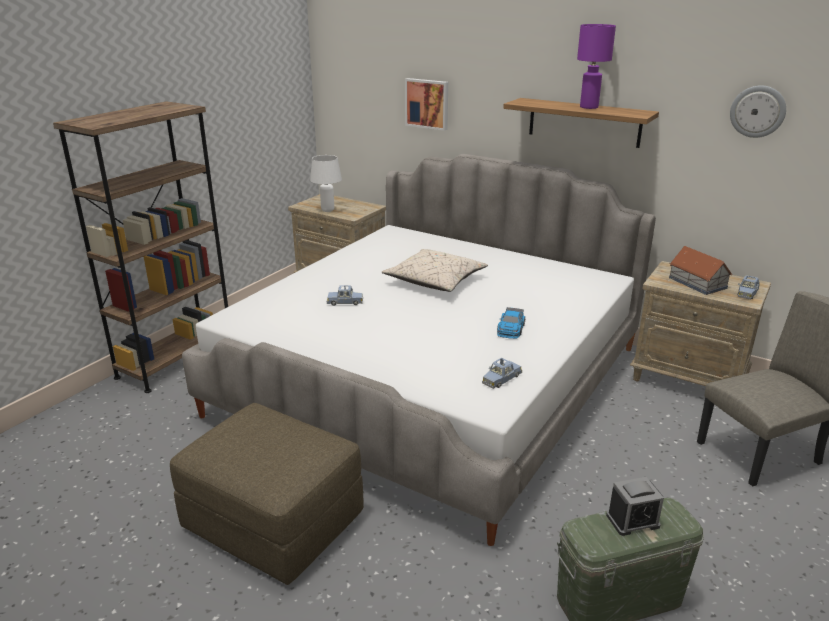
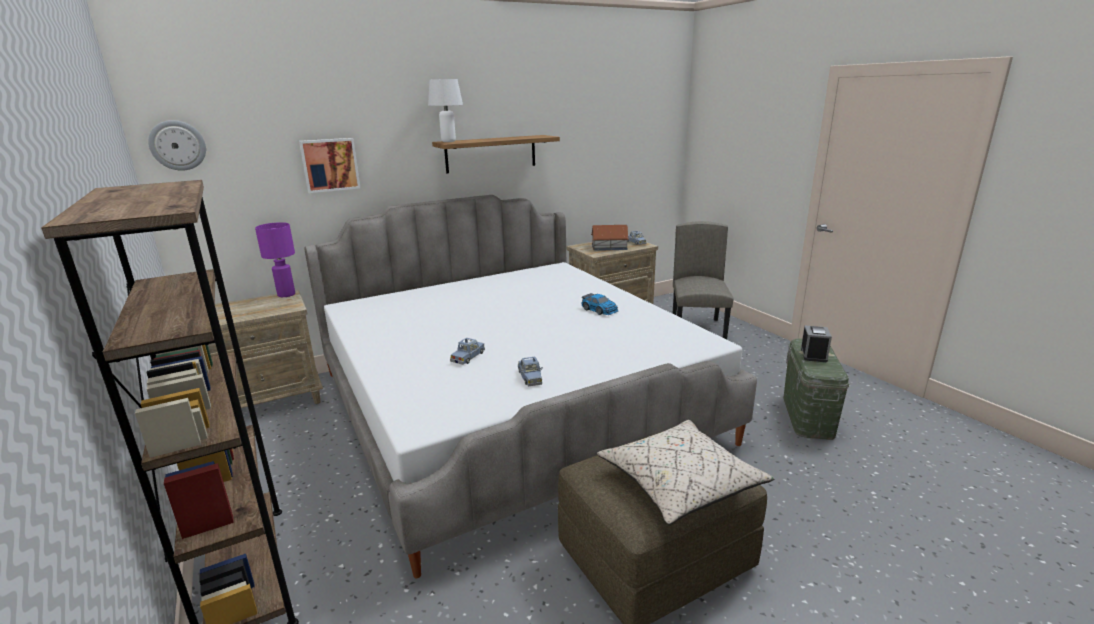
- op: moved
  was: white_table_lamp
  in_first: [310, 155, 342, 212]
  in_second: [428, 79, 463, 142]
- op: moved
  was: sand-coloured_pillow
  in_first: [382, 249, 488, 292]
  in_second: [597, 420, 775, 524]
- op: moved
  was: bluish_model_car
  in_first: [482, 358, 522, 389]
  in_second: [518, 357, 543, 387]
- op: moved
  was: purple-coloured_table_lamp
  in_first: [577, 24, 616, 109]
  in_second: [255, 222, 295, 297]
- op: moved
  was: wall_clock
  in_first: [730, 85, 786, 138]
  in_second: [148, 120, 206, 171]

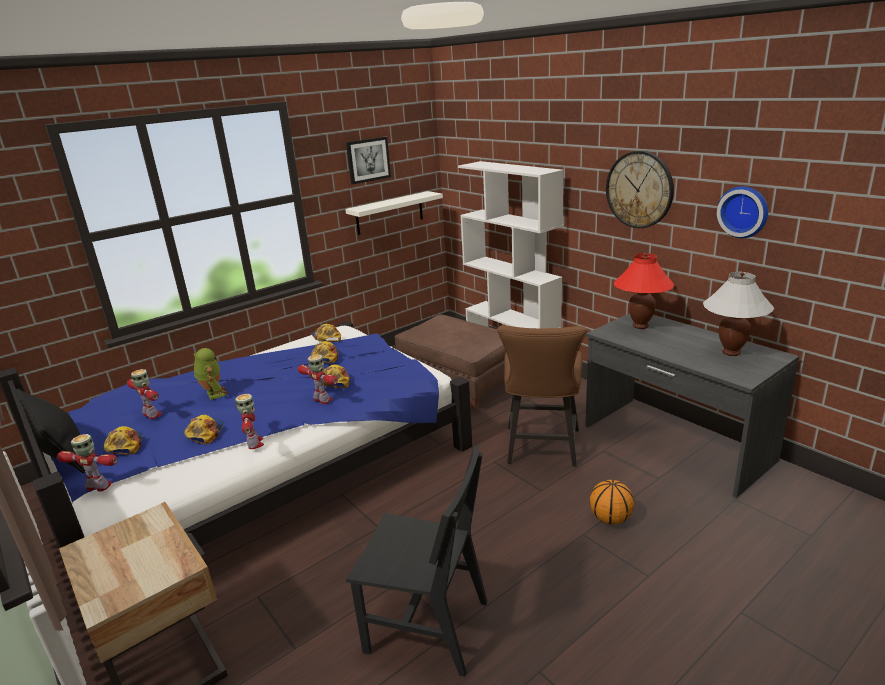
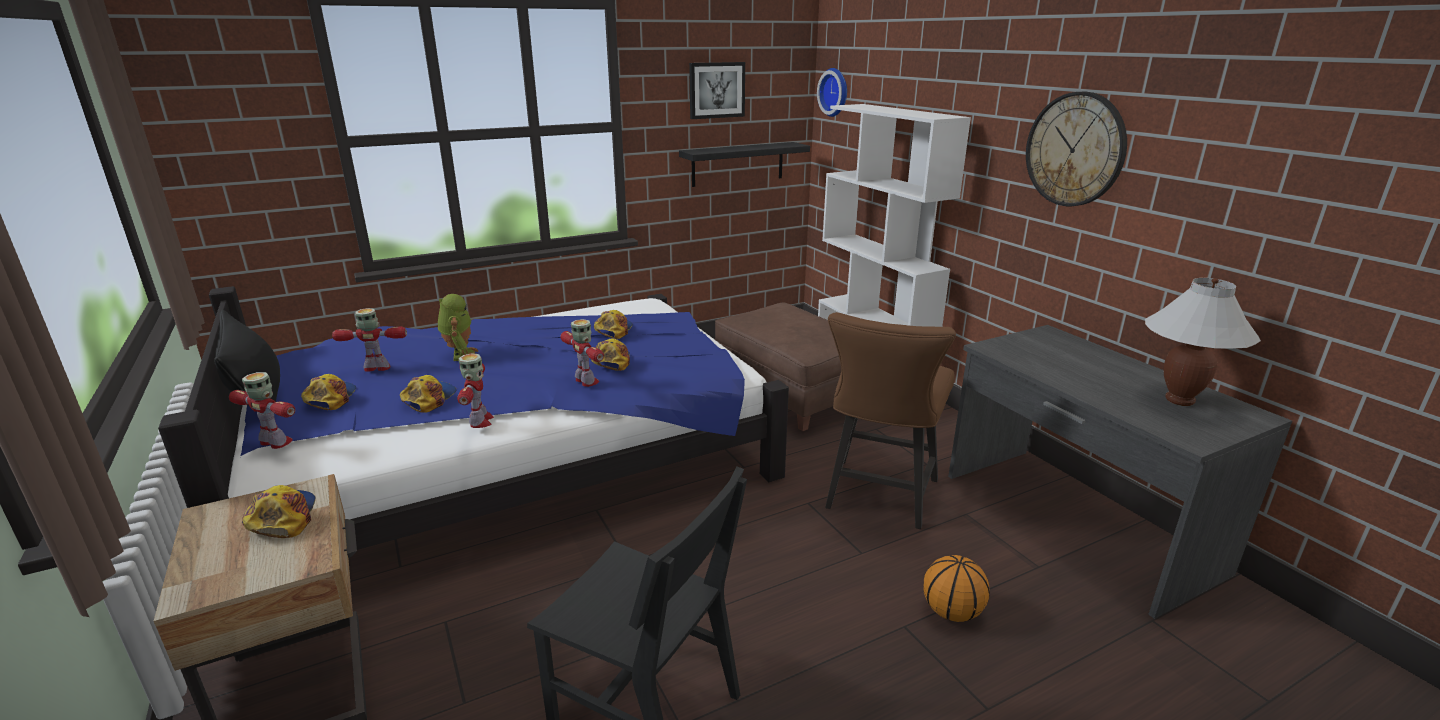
- op: removed
  was: reddish_table_lamp
  in_first: [614, 253, 674, 329]
- op: moved
  was: peaked_cap
  in_first: [312, 324, 341, 342]
  in_second: [242, 485, 316, 538]
- op: moved
  was: wall_clock
  in_first: [717, 186, 768, 238]
  in_second: [817, 68, 847, 117]
- op: recoloured
  was: white_wall_shelf
  now: black_wall_shelf
  in_first: [345, 191, 443, 235]
  in_second: [679, 142, 810, 187]
- op: turned
  was: model_robot
  in_first: [127, 369, 162, 419]
  in_second: [332, 308, 407, 372]
  clockwise: -60

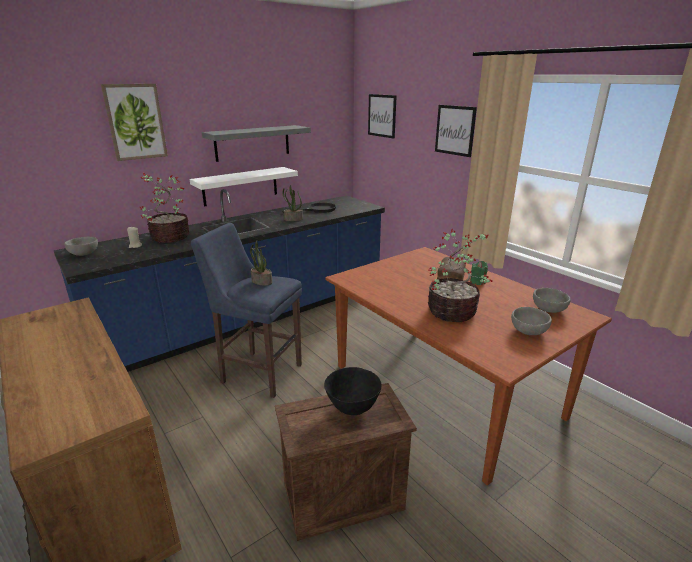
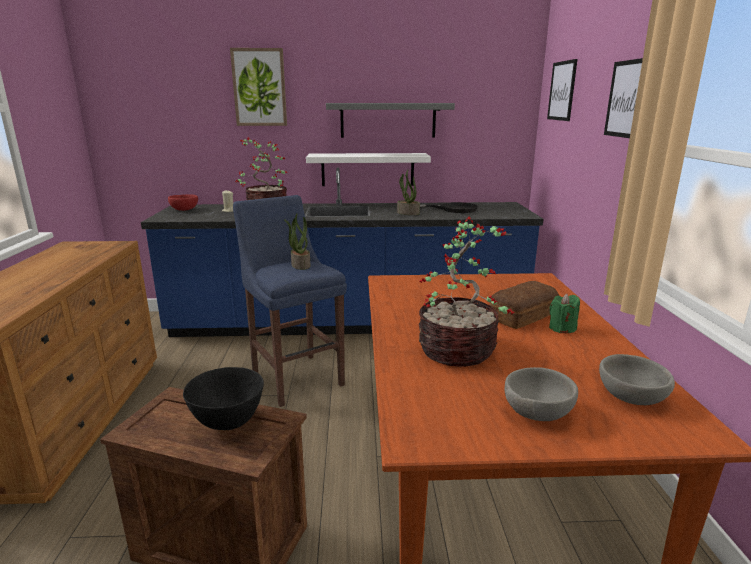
- op: recoloured
  was: greyish_deep_dish
  now: reddish_deep_dish
  in_first: [64, 237, 98, 256]
  in_second: [168, 194, 198, 211]

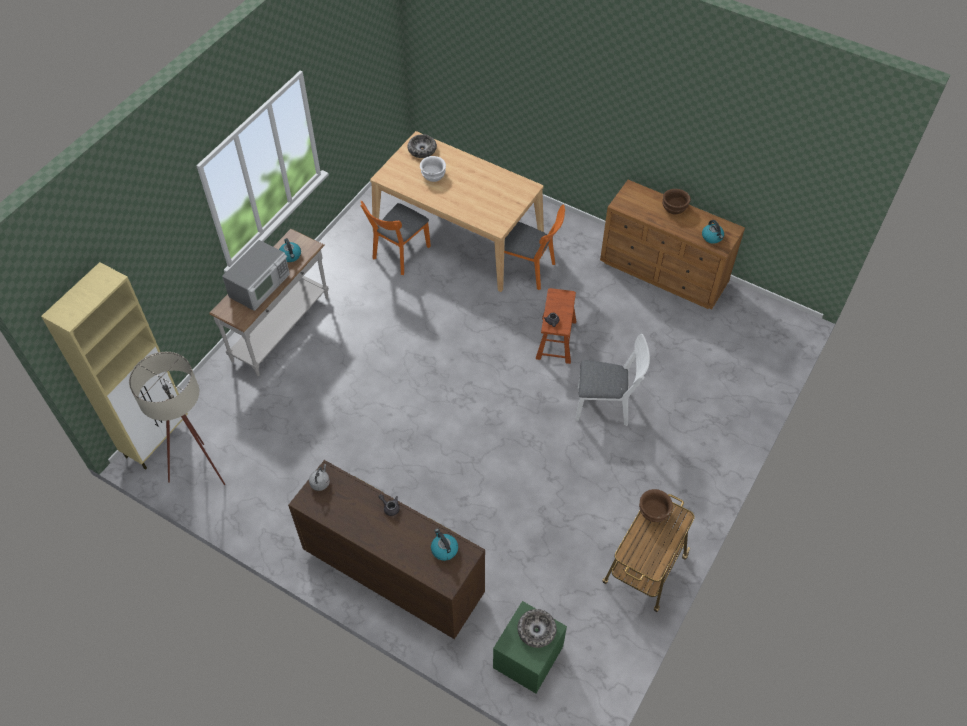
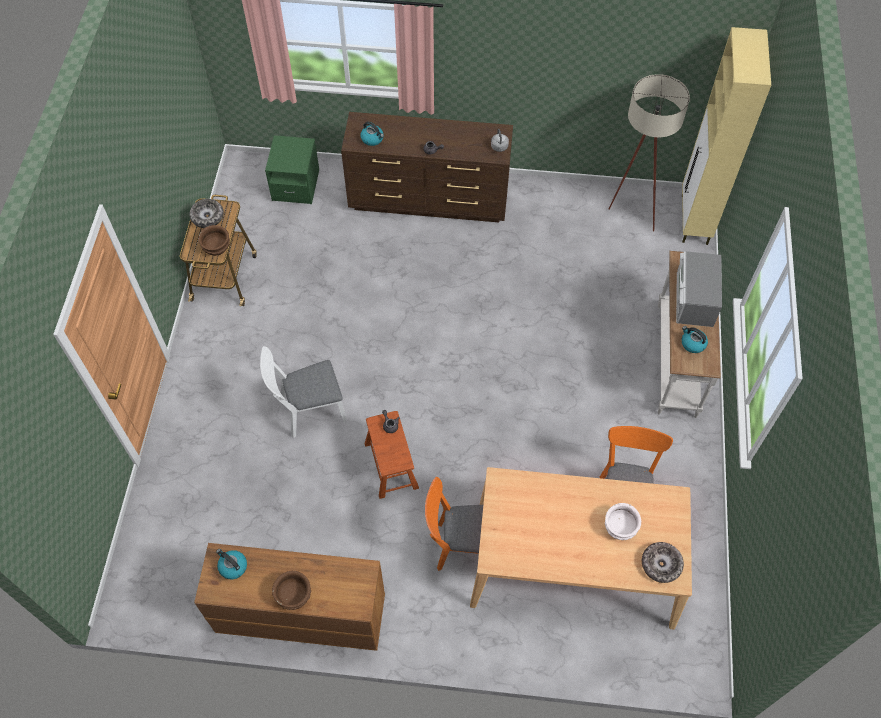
- op: moved
  was: deep_dish
  in_first: [517, 609, 557, 648]
  in_second: [189, 199, 224, 228]

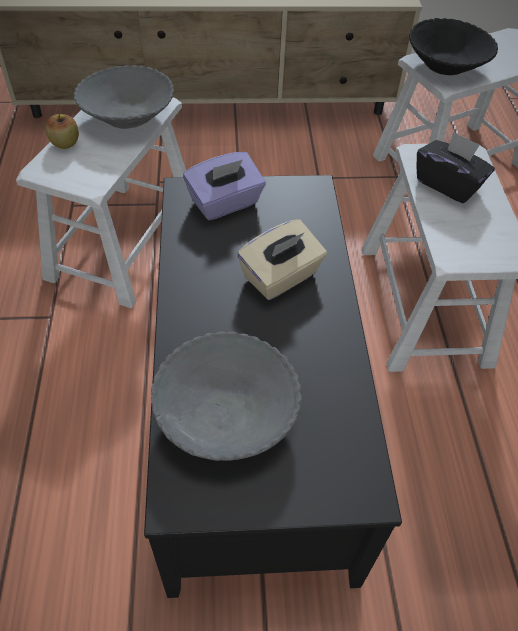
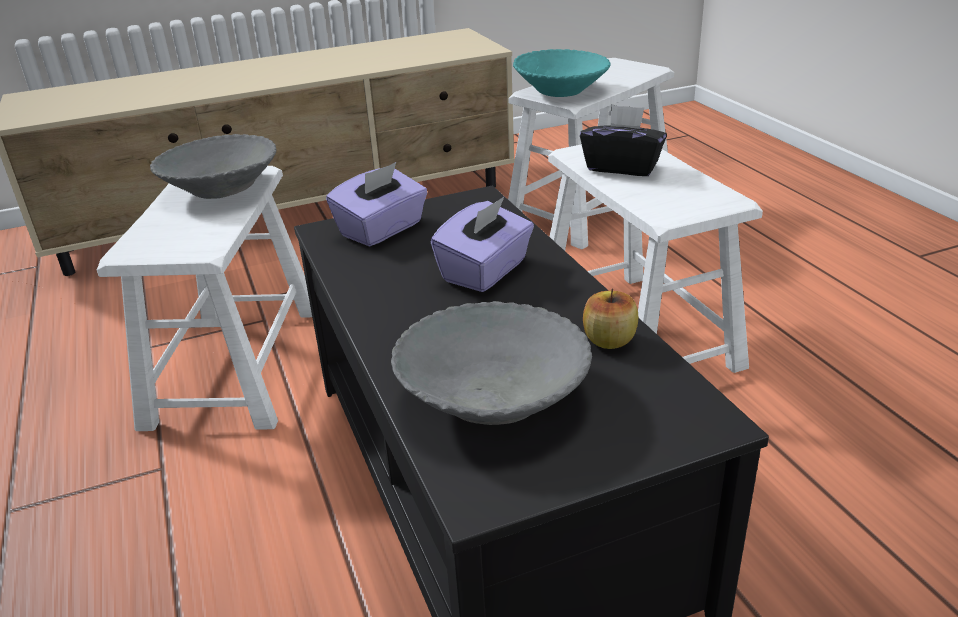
- op: moved
  was: apple_fruit
  in_first: [46, 114, 79, 149]
  in_second: [583, 289, 638, 349]
- op: recoloured
  was: sand-coloured_tissue_holder
  now: purple-coloured_tissue_holder
  in_first: [237, 219, 327, 300]
  in_second: [431, 196, 534, 292]
- op: recoloured
  was: black_deep_dish
  now: turquoise-coloured_deep_dish
  in_first: [409, 18, 498, 75]
  in_second: [513, 49, 610, 97]

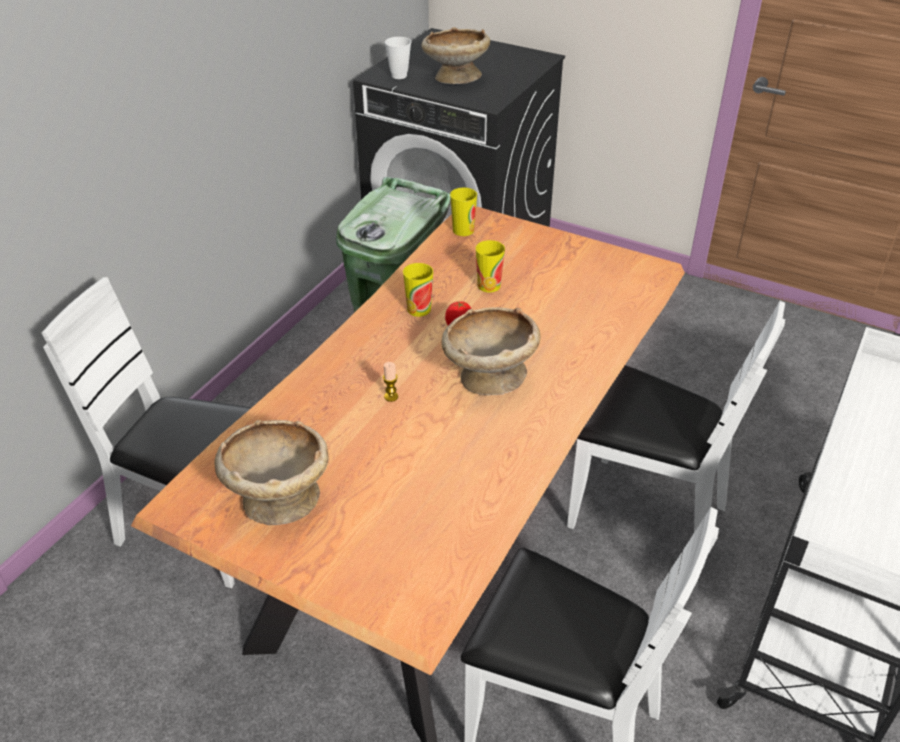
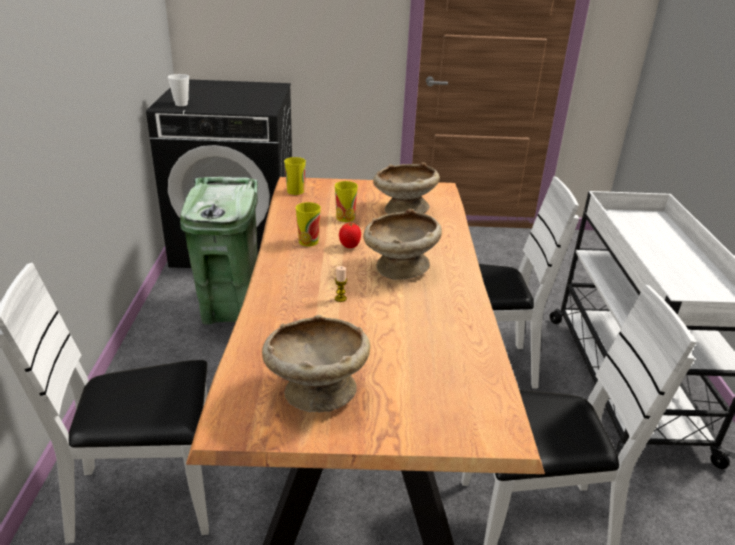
- op: moved
  was: sand-coloured_deep_dish
  in_first: [421, 27, 490, 84]
  in_second: [373, 162, 440, 214]

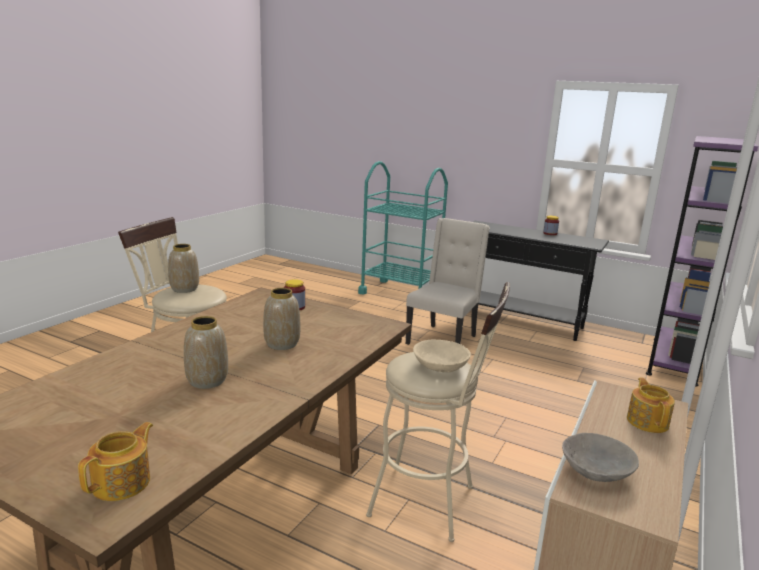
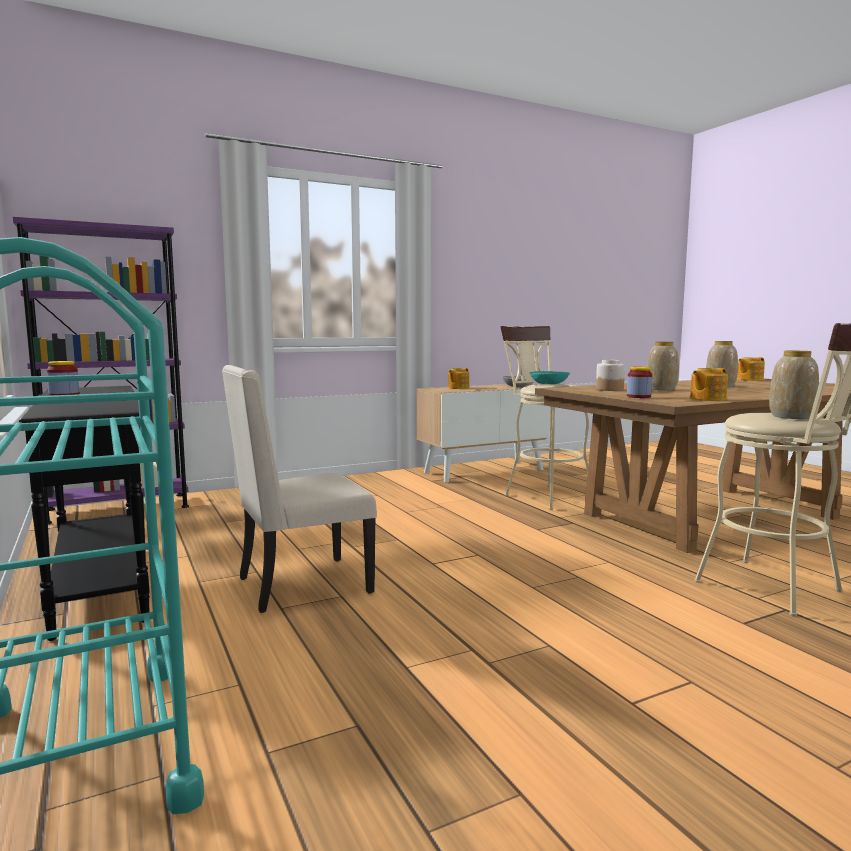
- op: added
  now: storage_jar
  in_second: [596, 360, 625, 391]
- op: added
  now: teapot
  in_second: [690, 368, 728, 401]
- op: recoloured
  was: sand-coloured_deep_dish
  now: turquoise-coloured_deep_dish
  in_first: [413, 340, 471, 372]
  in_second: [529, 371, 570, 384]

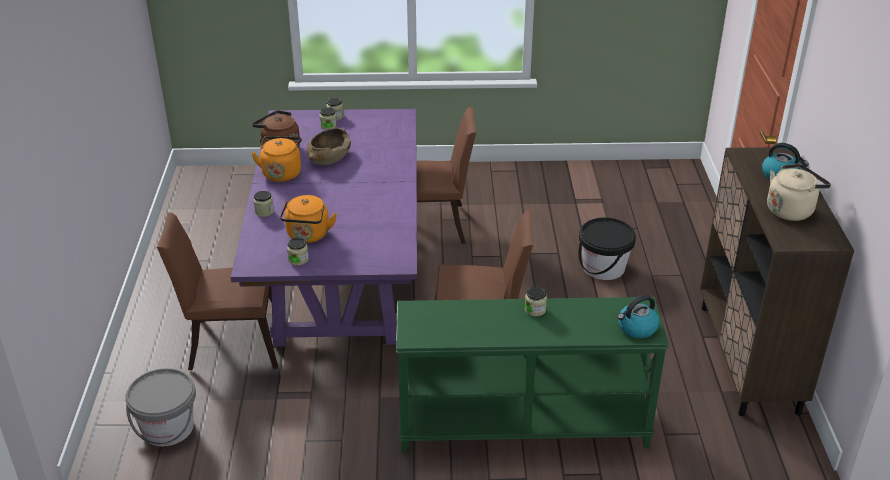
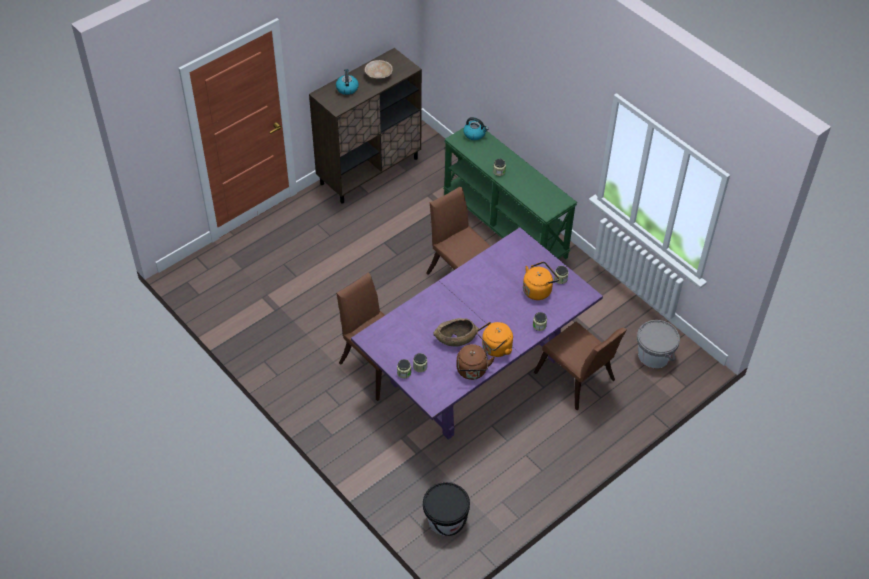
- op: moved
  was: black_pail
  in_first: [578, 217, 636, 280]
  in_second: [423, 482, 470, 536]
- op: replaced
  was: sand-coloured_kettle
  now: sand-coloured_deep_dish
  in_first: [767, 164, 831, 221]
  in_second: [365, 60, 393, 79]

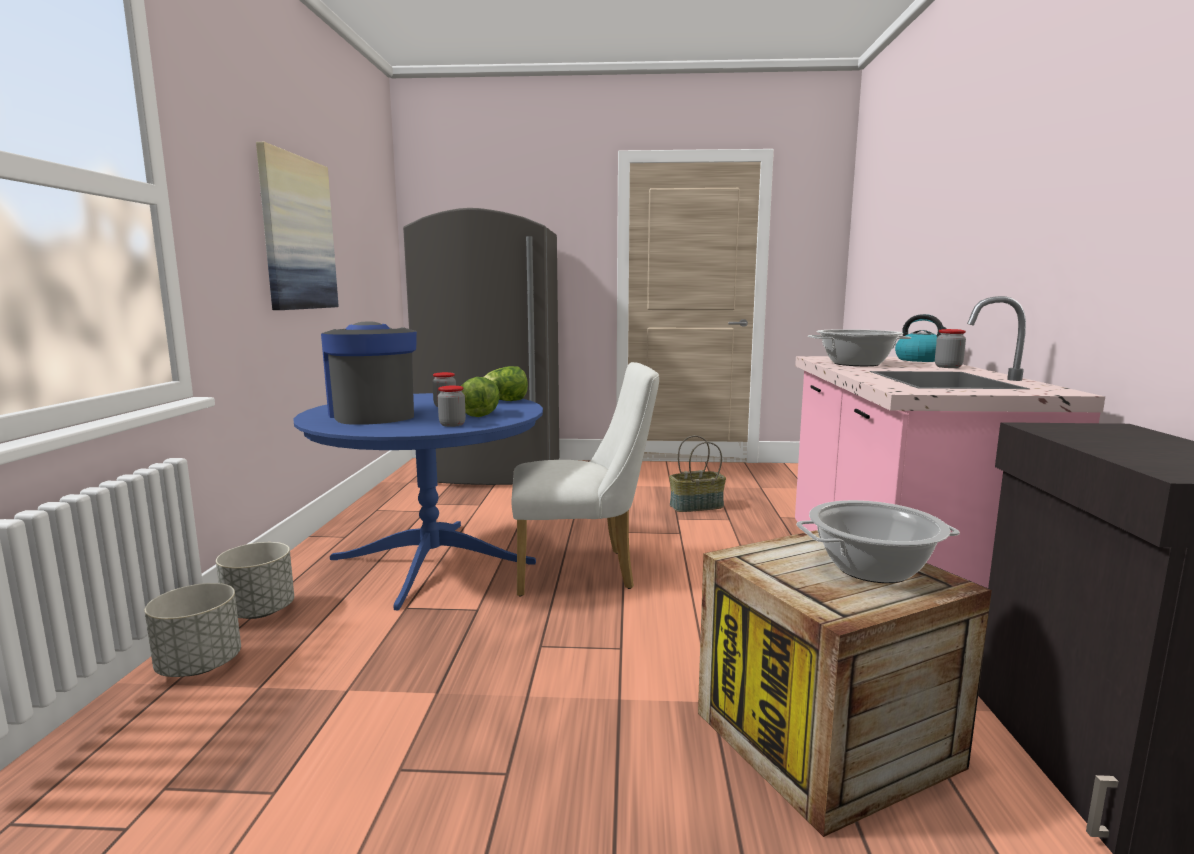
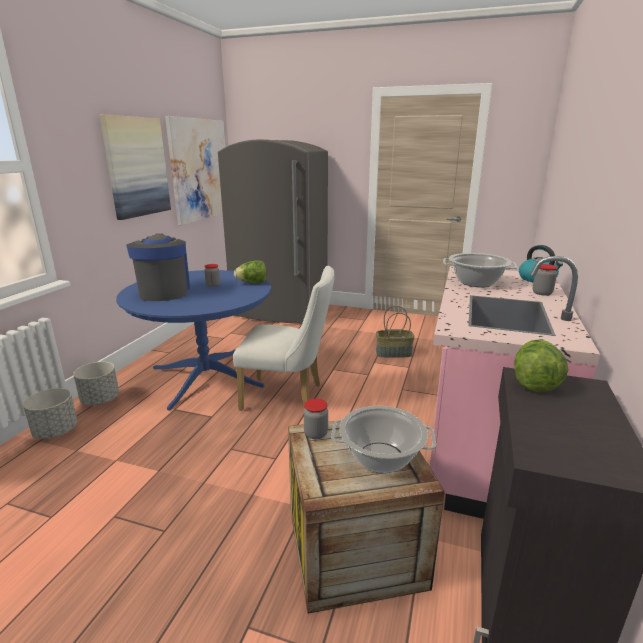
- op: added
  now: wall_art
  in_second: [165, 116, 225, 225]
- op: moved
  was: storage_jar
  in_first: [438, 386, 466, 427]
  in_second: [304, 399, 328, 439]
- op: moved
  was: lettuce_head
  in_first: [461, 377, 500, 417]
  in_second: [514, 339, 568, 392]

